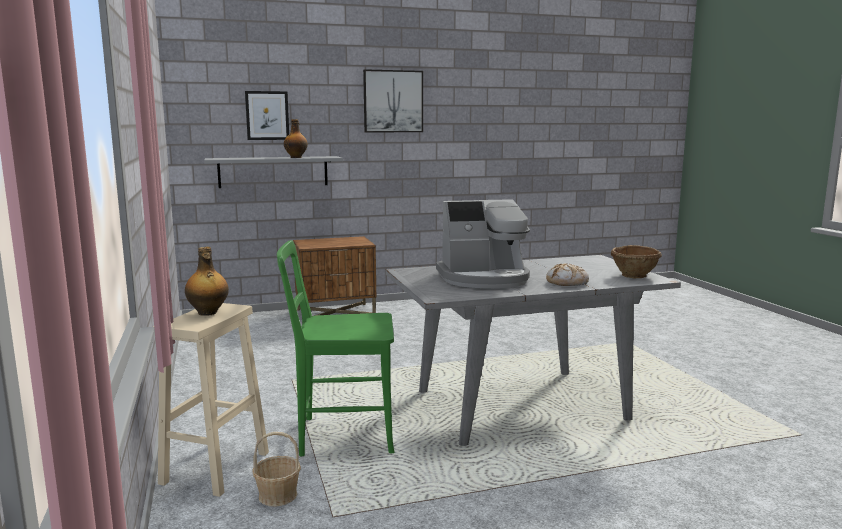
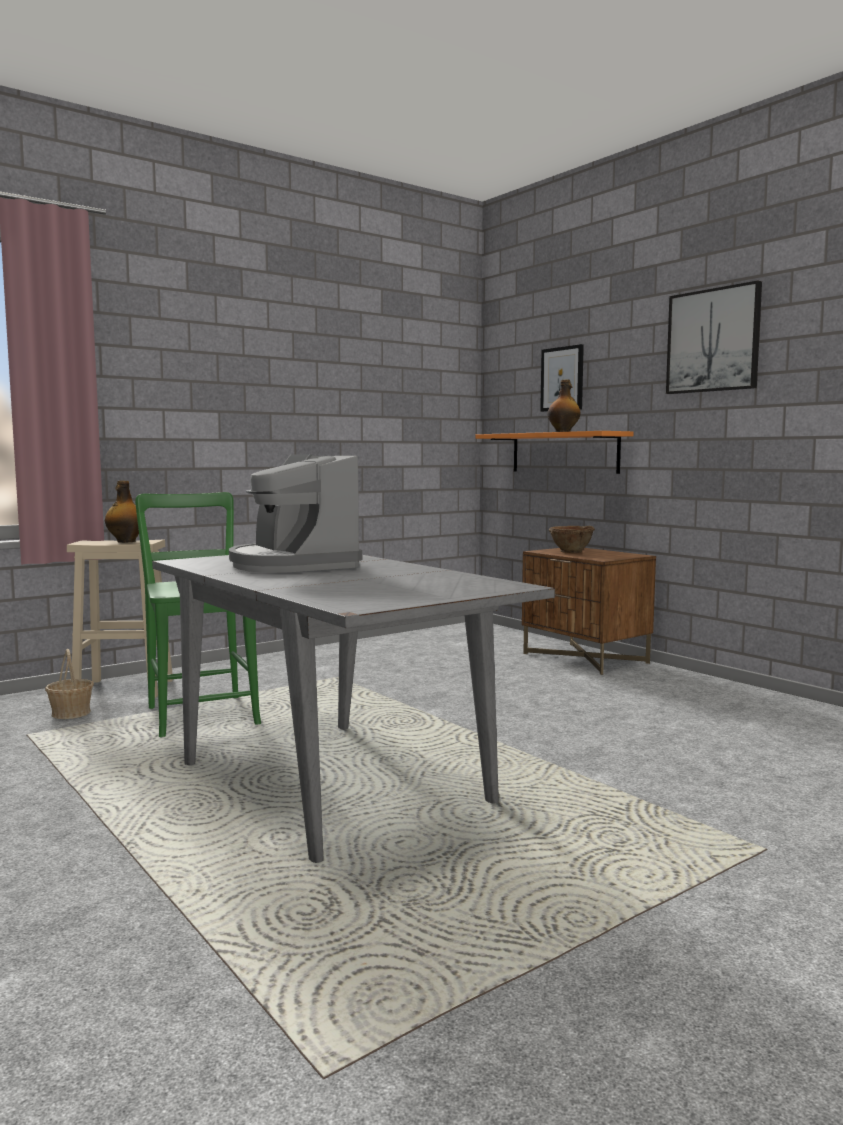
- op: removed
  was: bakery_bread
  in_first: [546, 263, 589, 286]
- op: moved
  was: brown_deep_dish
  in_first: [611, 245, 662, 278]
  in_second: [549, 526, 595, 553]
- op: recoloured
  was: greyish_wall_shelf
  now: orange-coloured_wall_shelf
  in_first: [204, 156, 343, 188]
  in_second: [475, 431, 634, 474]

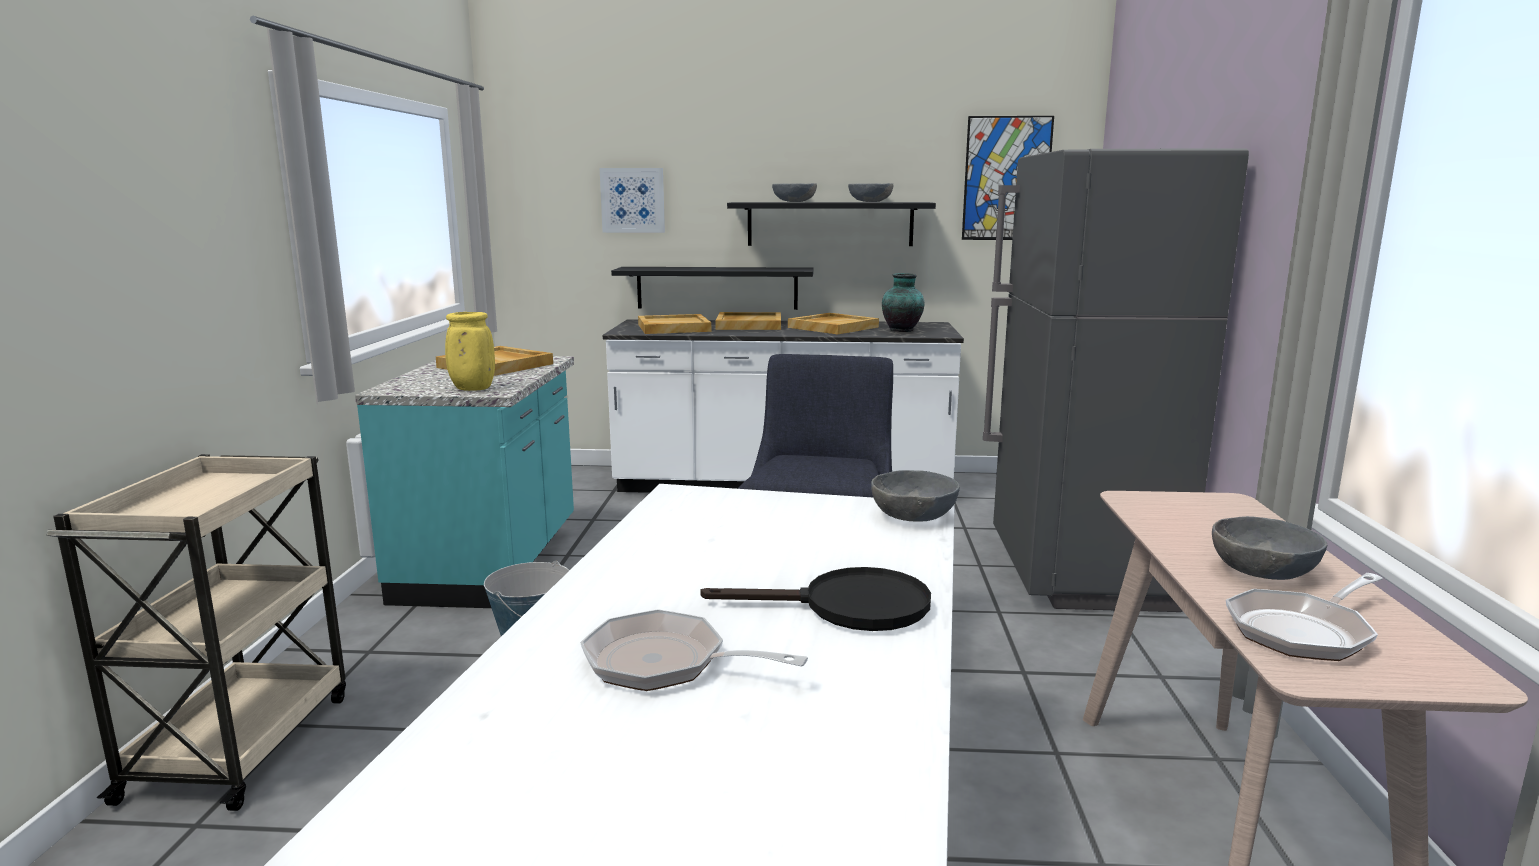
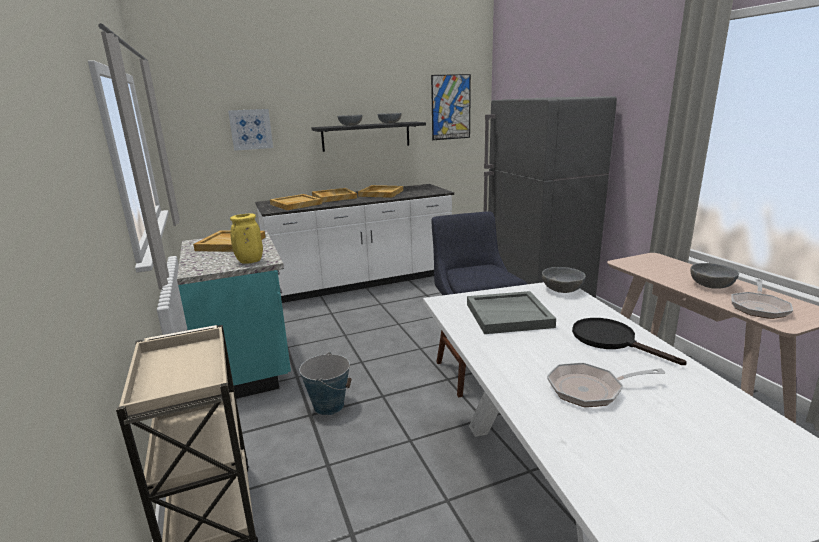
- op: removed
  was: black_wall_shelf
  in_first: [611, 267, 814, 310]
- op: removed
  was: vase
  in_first: [882, 273, 925, 332]
- op: added
  now: greyish_carrying_tray
  in_second: [467, 291, 556, 334]
- op: turned
  was: black_pan
  in_first: [700, 567, 931, 631]
  in_second: [572, 318, 687, 365]
  clockwise: -105

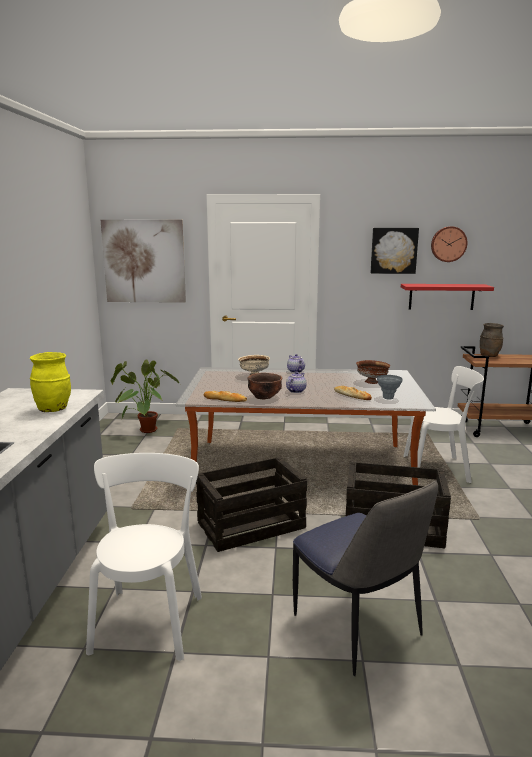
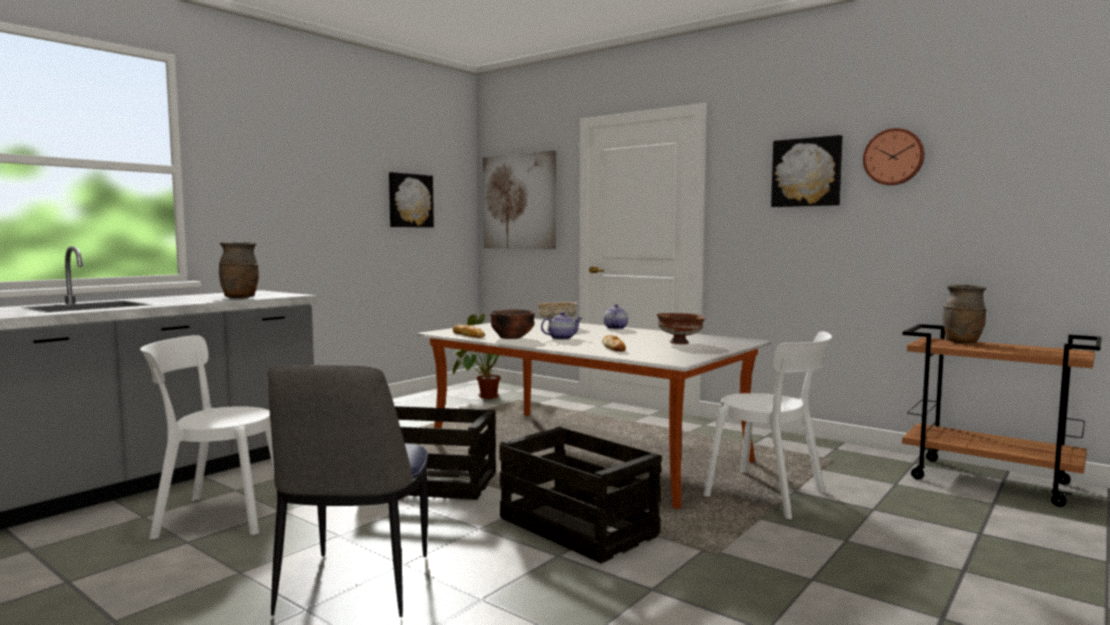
- op: removed
  was: greyish_vase
  in_first: [377, 375, 403, 400]
- op: removed
  was: reddish_wall_shelf
  in_first: [401, 284, 494, 310]
- op: added
  now: wall_art
  in_second: [389, 172, 434, 227]
- op: recoloured
  was: yellow-coloured_vase
  now: brown_vase
  in_first: [30, 352, 71, 412]
  in_second: [219, 242, 259, 298]
- op: turned
  was: white_upright_chair
  in_first: [86, 453, 202, 661]
  in_second: [140, 335, 274, 540]
  clockwise: -135

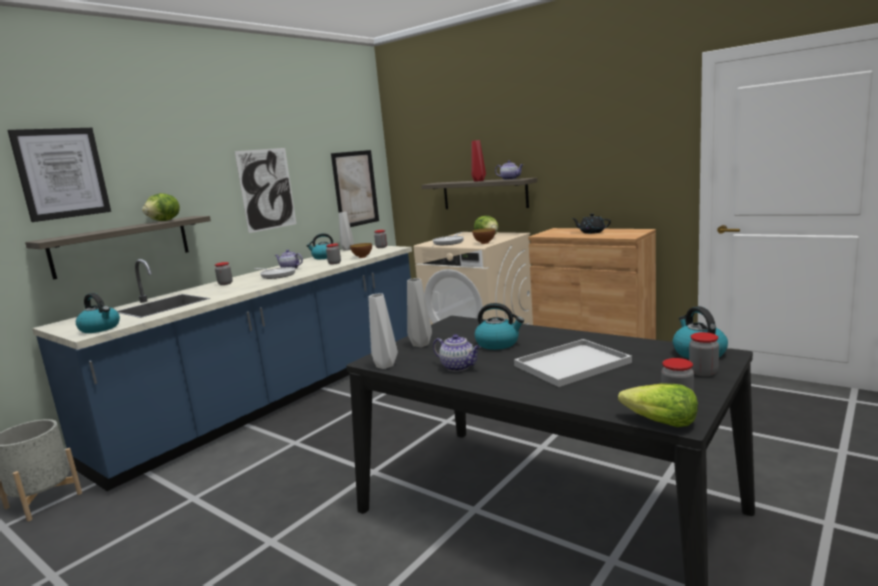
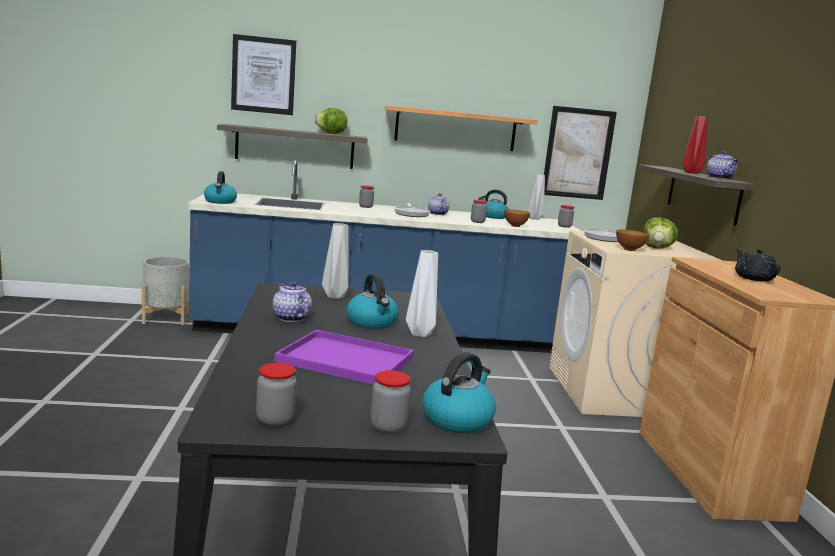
- op: removed
  was: lettuce_head
  in_first: [618, 383, 698, 427]
- op: moved
  was: white_vase
  in_first: [368, 293, 398, 369]
  in_second: [406, 250, 438, 337]
- op: replaced
  was: wall_art
  now: wall_shelf
  in_first: [235, 148, 296, 233]
  in_second: [384, 105, 538, 151]
- op: recoloured
  was: white_carrying_tray
  now: purple-coloured_carrying_tray
  in_first: [514, 339, 632, 387]
  in_second: [274, 330, 414, 385]
- op: turned
  was: teapot
  in_first: [433, 334, 481, 372]
  in_second: [273, 282, 312, 322]
  clockwise: 150

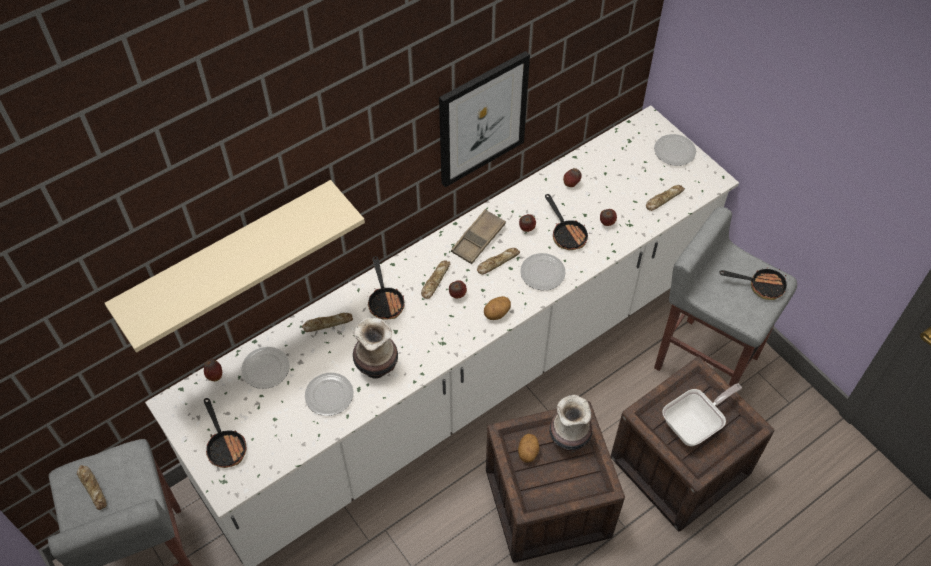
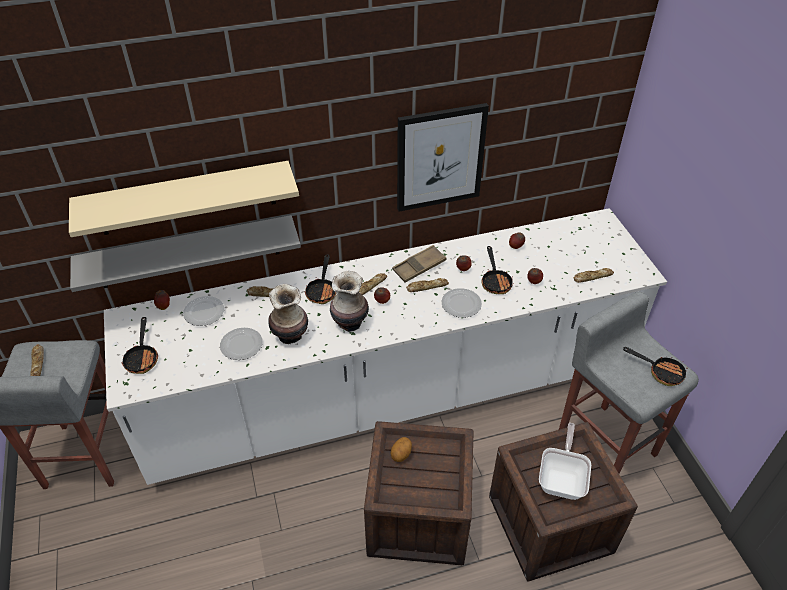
- op: removed
  was: whole_potato
  in_first: [484, 296, 511, 320]
- op: removed
  was: dinner_plate
  in_first: [654, 134, 696, 166]
- op: added
  now: greyish_wall_shelf
  in_second: [70, 215, 301, 292]
- op: moved
  was: vase
  in_first: [549, 395, 592, 452]
  in_second: [330, 271, 369, 332]
- op: turned
  was: pan
  in_first: [662, 383, 742, 446]
  in_second: [539, 423, 591, 500]
  clockwise: -60

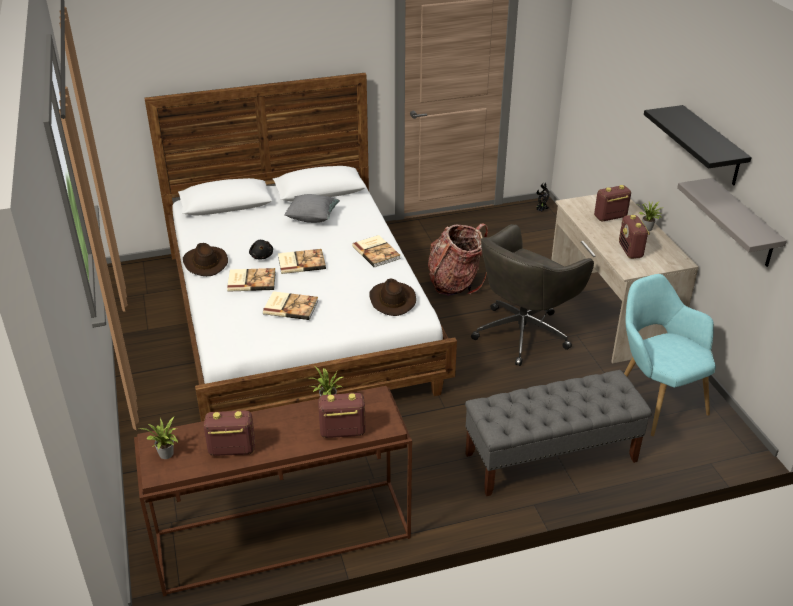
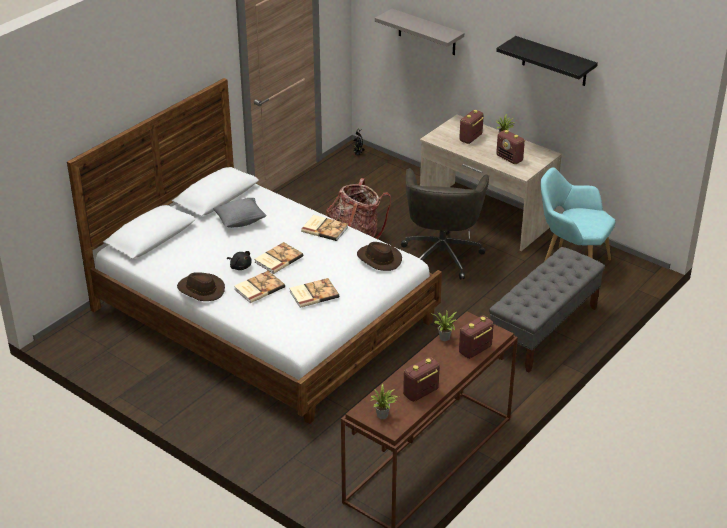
- op: moved
  was: greyish_wall_shelf
  in_first: [677, 178, 787, 267]
  in_second: [375, 9, 464, 55]

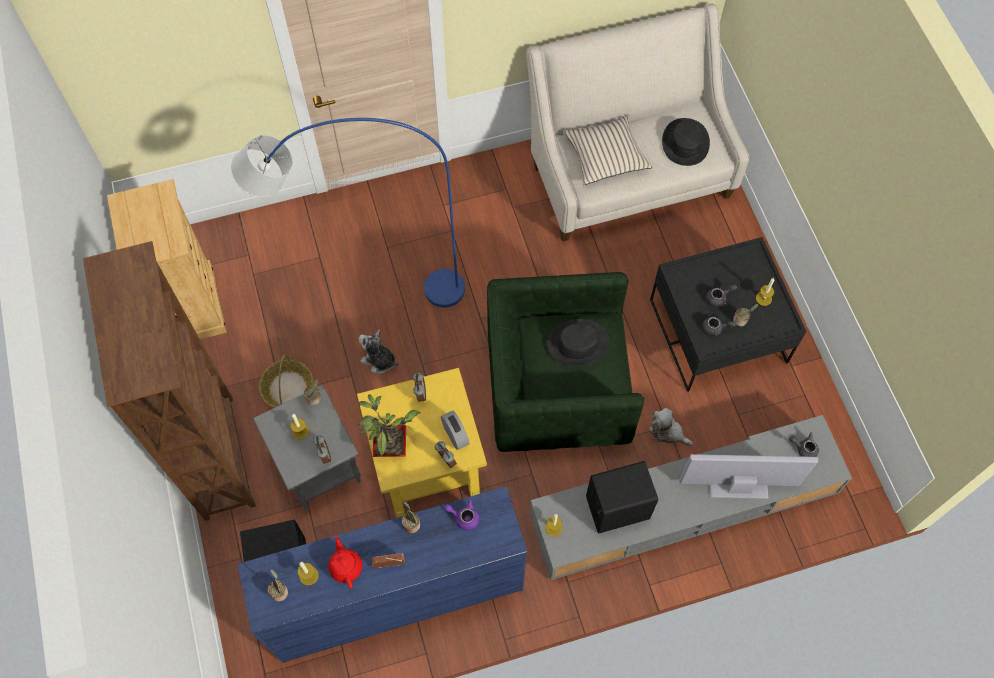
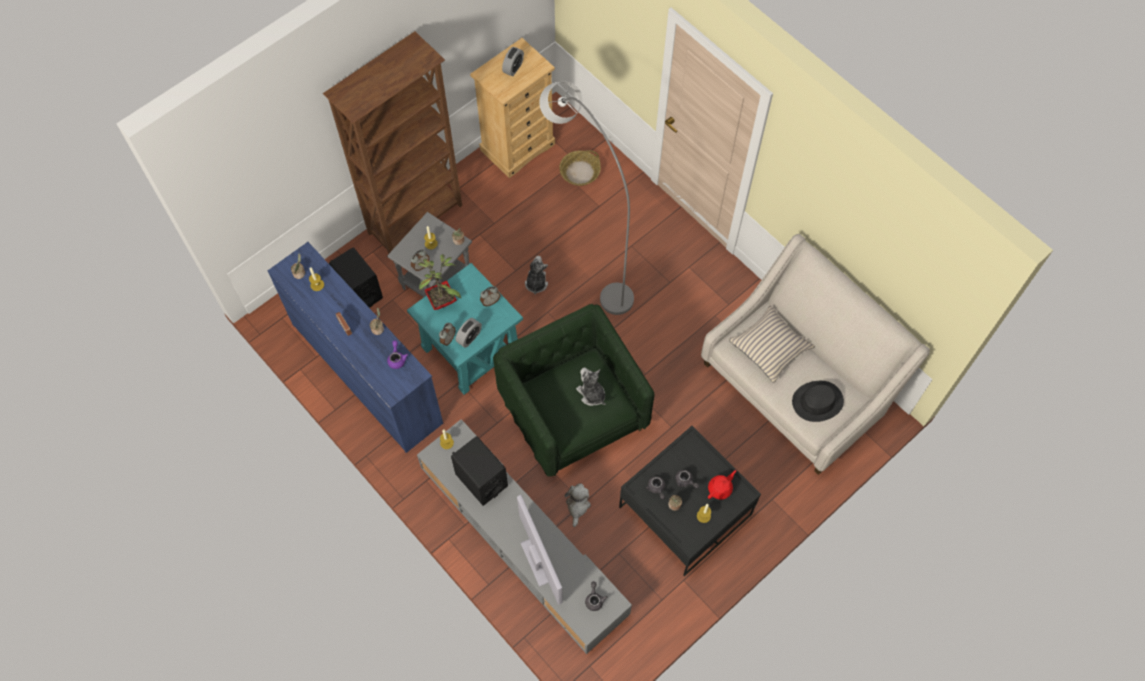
- op: added
  now: table_clock
  in_second: [502, 47, 524, 76]
- op: moved
  was: storage_basket
  in_first: [259, 354, 314, 408]
  in_second: [559, 150, 601, 186]
- op: moved
  was: reddish_teapot
  in_first: [328, 535, 362, 589]
  in_second: [708, 470, 736, 500]
- op: replaced
  was: black_clothing_hat
  now: plush_toy
  in_first: [547, 319, 609, 367]
  in_second: [576, 367, 606, 406]
- op: recoloured
  was: bluish_floor_lamp
  now: greyish_floor_lamp
  in_first: [231, 118, 465, 308]
  in_second: [539, 82, 634, 315]
- op: recoloured
  was: yellow-coloured_side_table
  now: turquoise-coloured_side_table
  in_first: [357, 368, 487, 518]
  in_second: [407, 263, 523, 395]

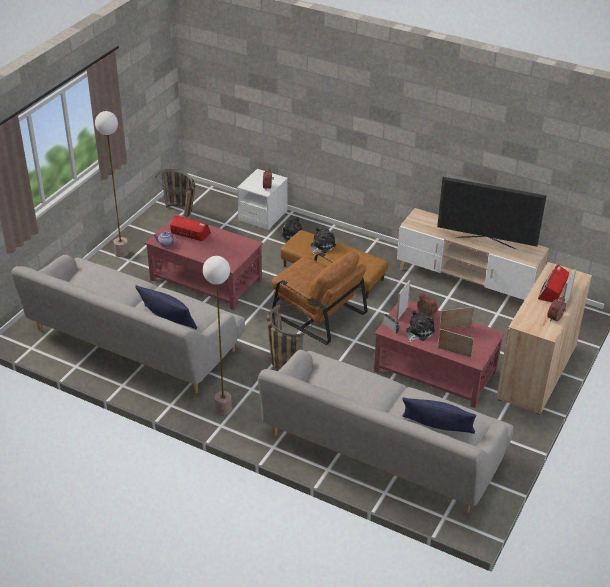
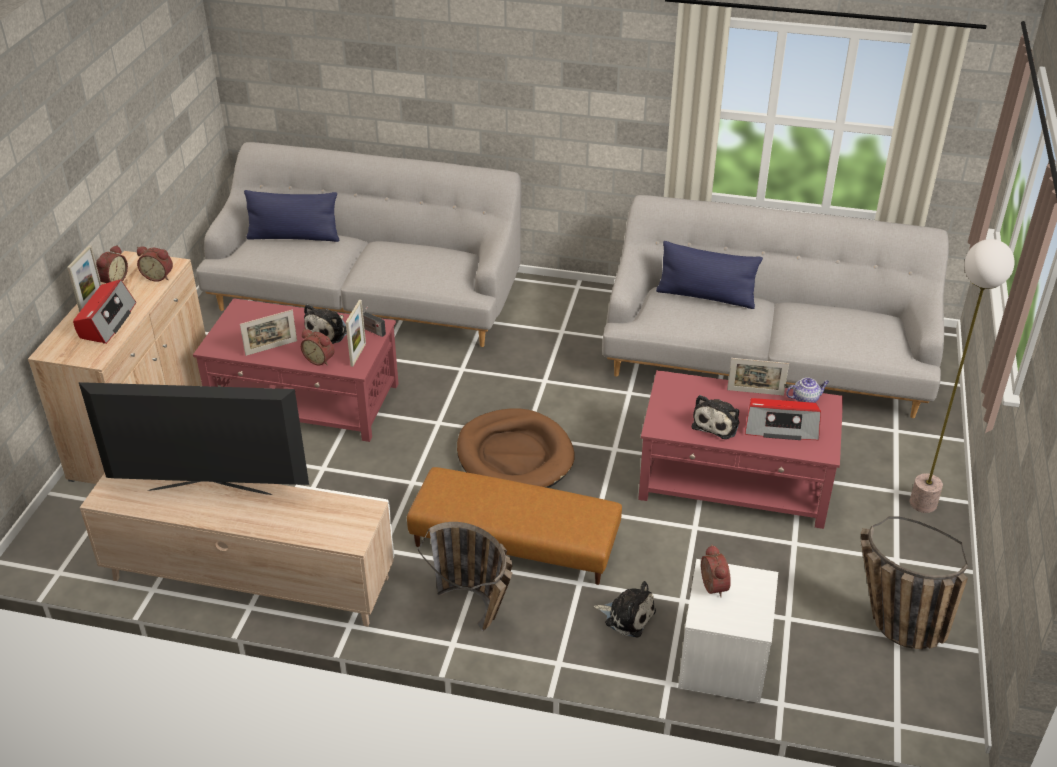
- op: removed
  was: floor_lamp
  in_first: [203, 256, 232, 415]
- op: added
  now: table_clock
  in_second: [137, 246, 173, 282]
- op: moved
  was: storage_basket
  in_first: [267, 304, 312, 371]
  in_second: [418, 522, 513, 632]
- op: moved
  was: plush_toy
  in_first: [311, 227, 336, 255]
  in_second: [692, 395, 739, 439]
- op: moved
  was: picture_frame
  in_first: [438, 329, 474, 358]
  in_second: [727, 358, 789, 396]
- op: replaced
  was: brown_easy_chair
  now: brown_pet_bed
  in_first: [271, 251, 367, 344]
  in_second: [457, 408, 575, 488]

